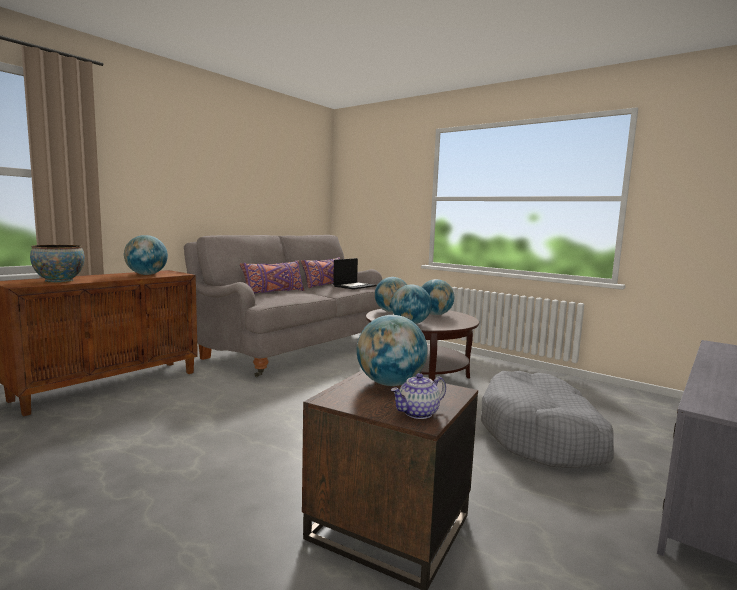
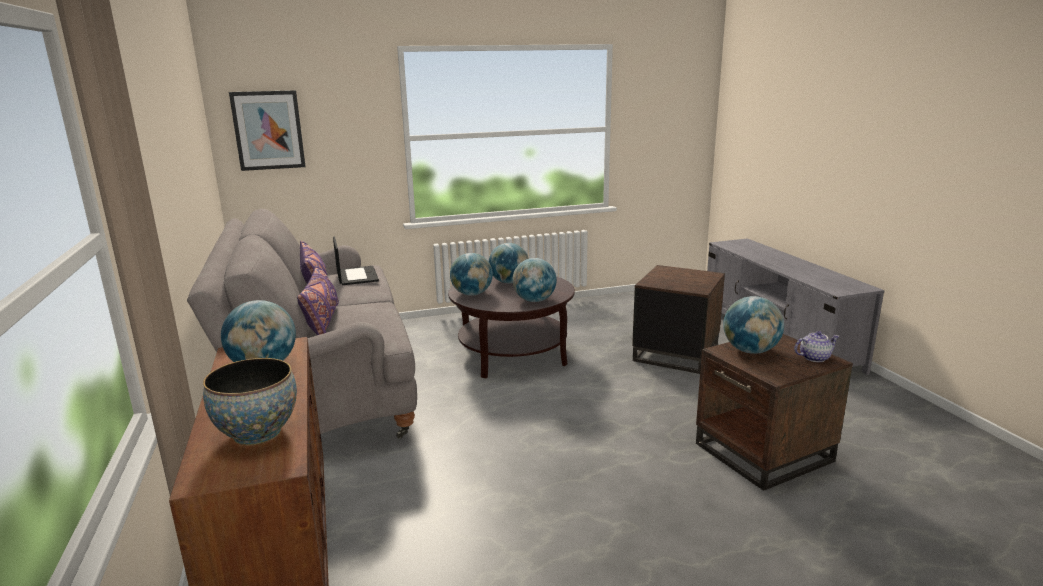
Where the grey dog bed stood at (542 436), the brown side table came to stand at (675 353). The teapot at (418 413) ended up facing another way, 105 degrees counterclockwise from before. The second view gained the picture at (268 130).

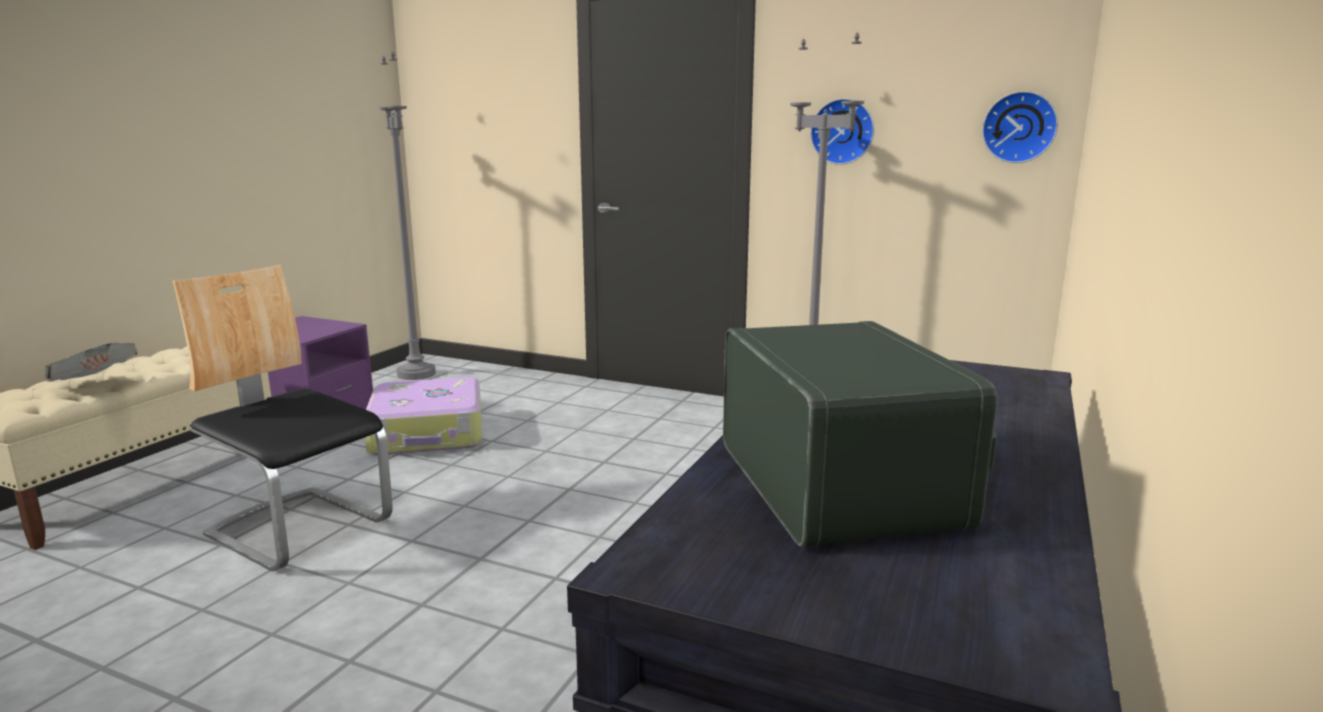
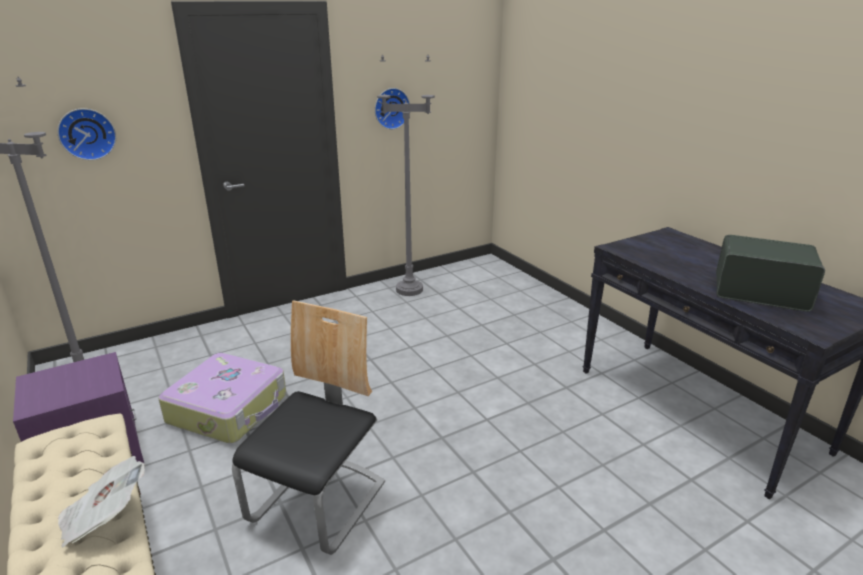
The wall clock ended up elsewhere, having gone from (1019 127) to (87 134). The chair at (300 528) ended up facing another way, 135 degrees clockwise from before.

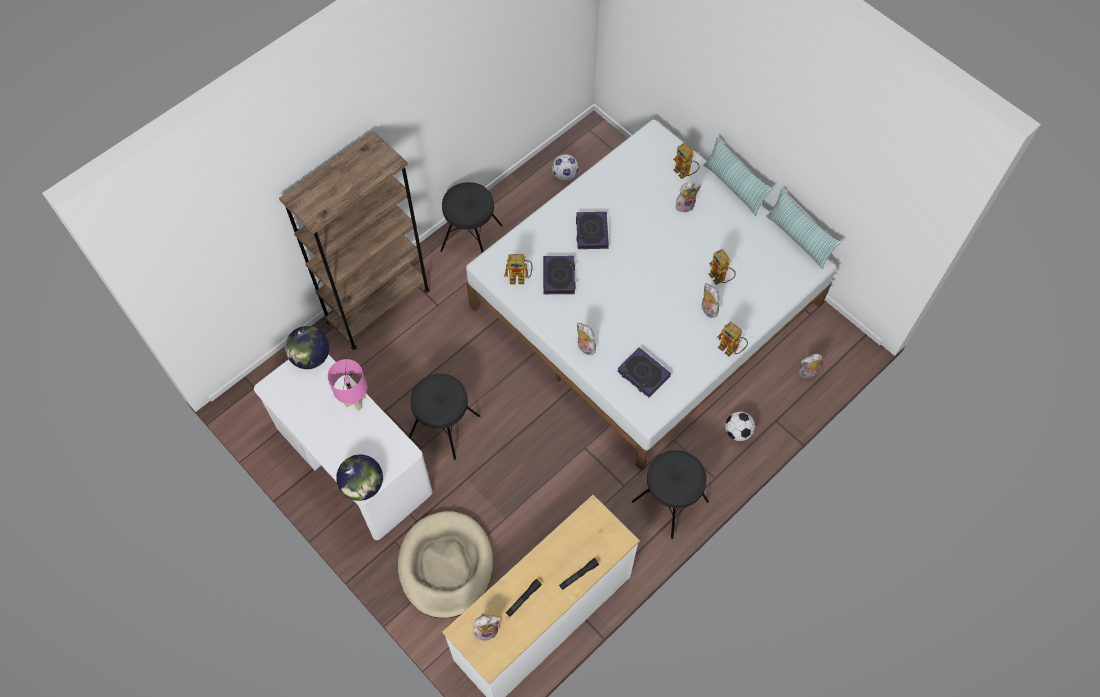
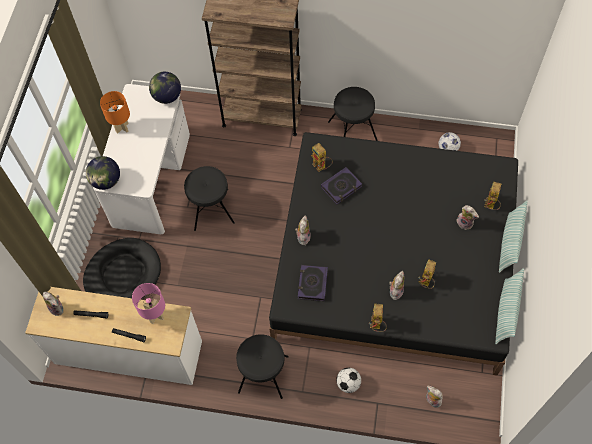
What was the white bed at (646 306) turned into the black bed at (393 263). The second view lost the book at (591 232). The pink table lamp ended up elsewhere, having gone from (355 402) to (155 316). What was the beige dog bed at (446 565) turned into the black dog bed at (123 274). The second view gained the orange table lamp at (122 128).

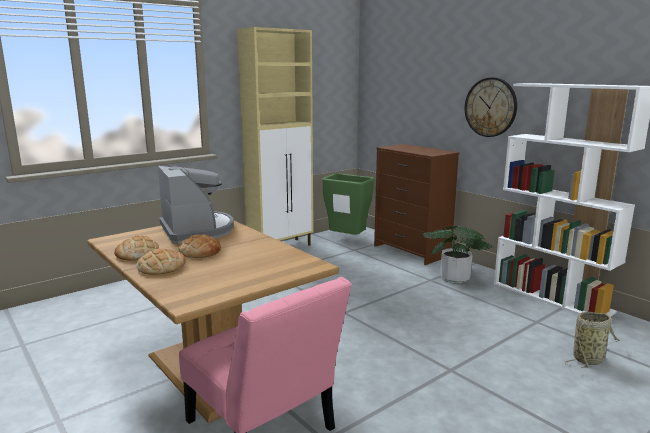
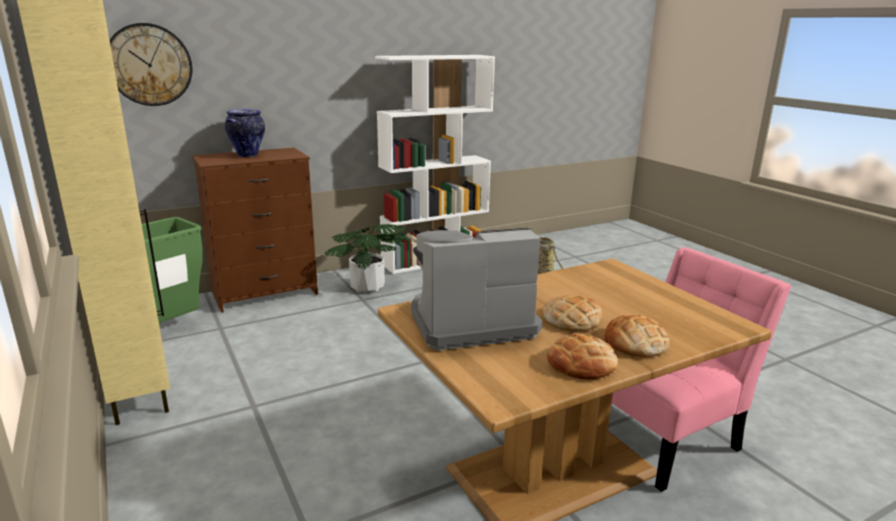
The wall clock ended up elsewhere, having gone from (490 107) to (149 65). The second view gained the vase at (248 155).

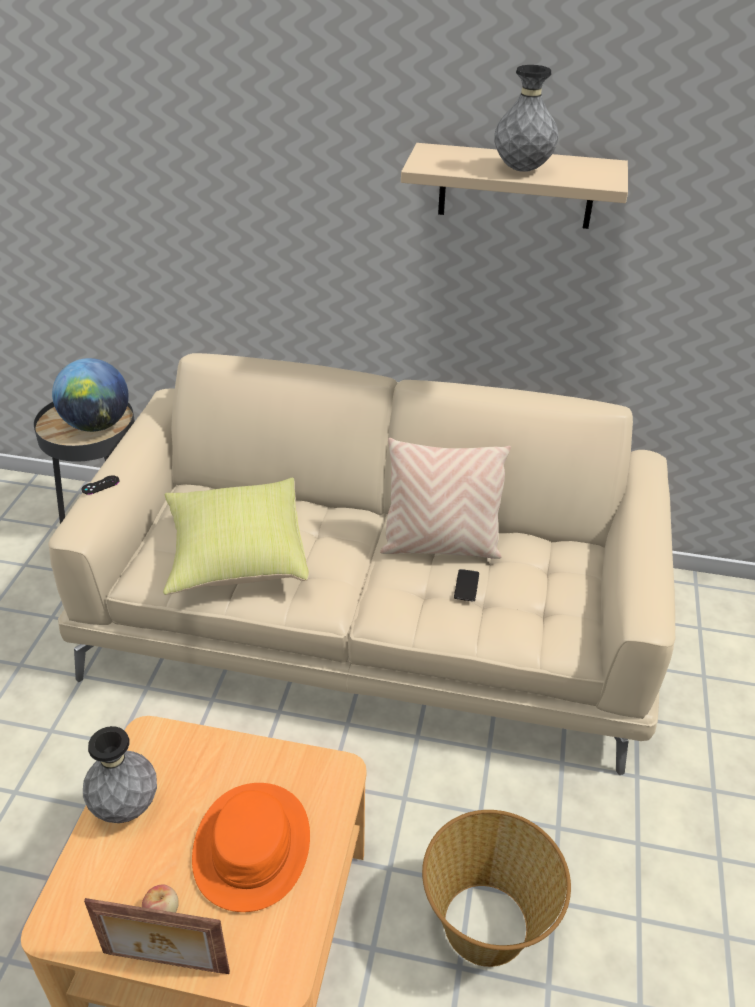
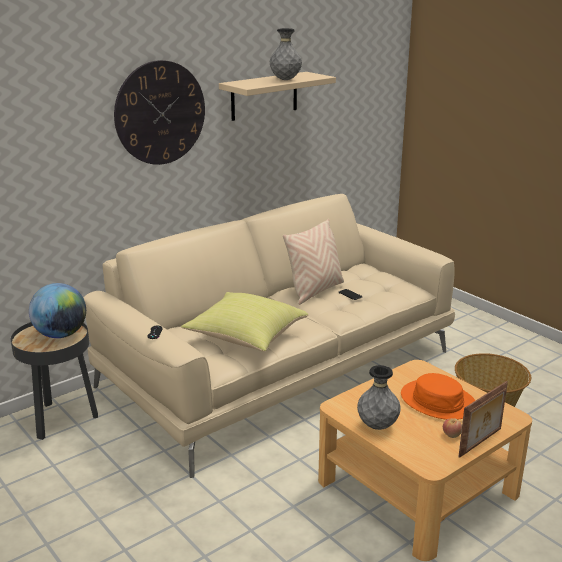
The second view gained the wall clock at (160 113).

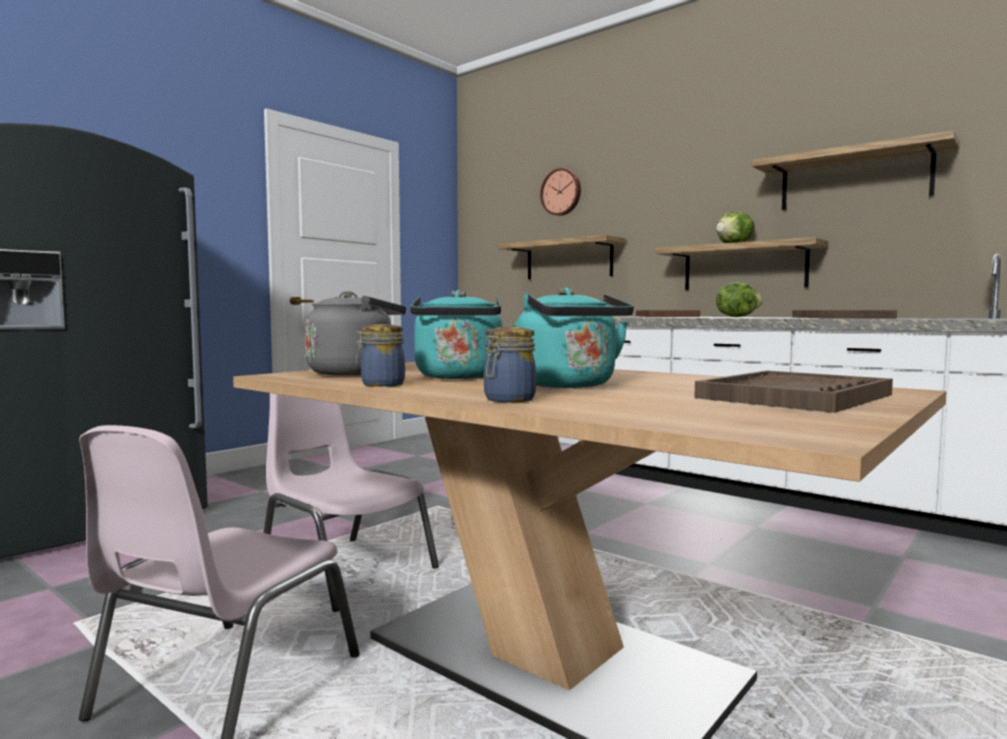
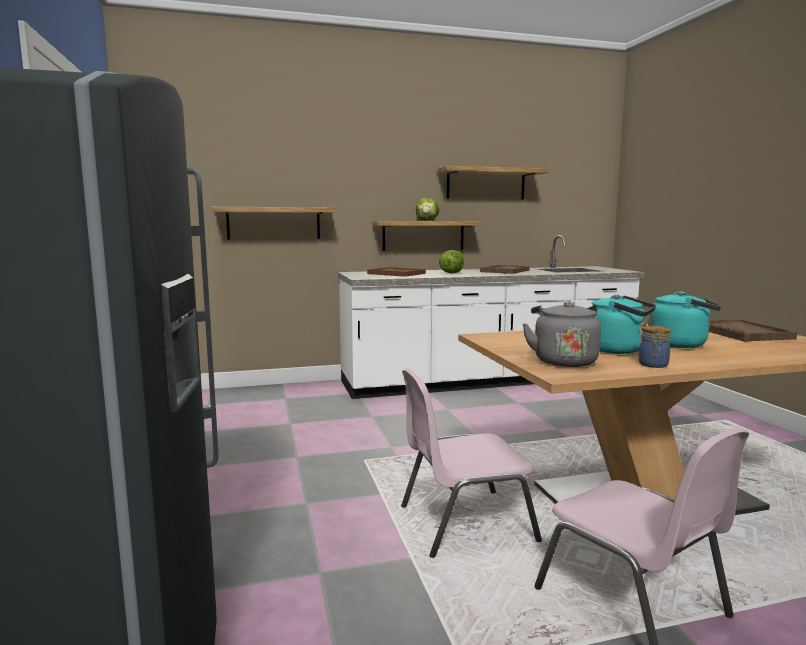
The second view lost the wall clock at (561 192). The second view lost the jar at (508 399).

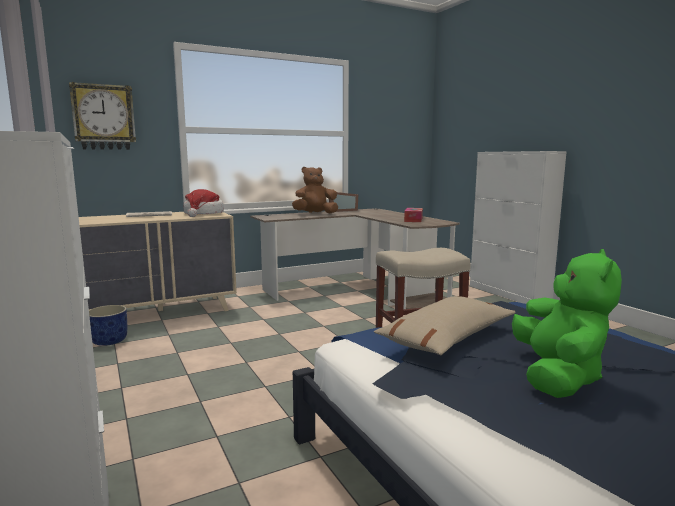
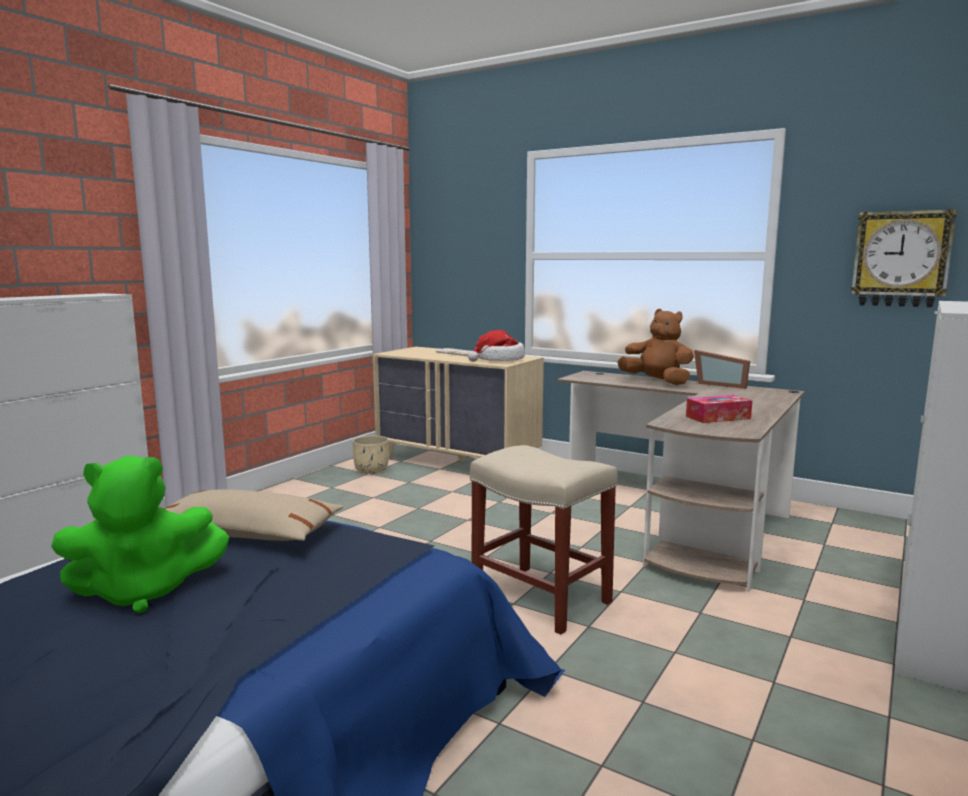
The wall clock ended up elsewhere, having gone from (103 117) to (901 259). What was the blue planter at (109 341) turned into the beige planter at (371 470).

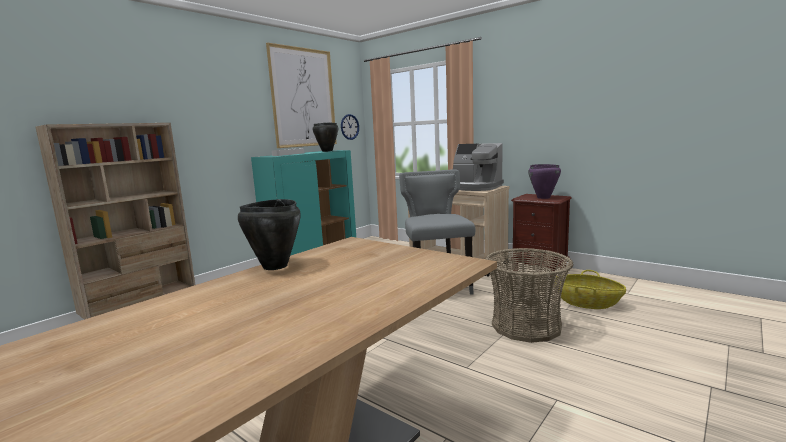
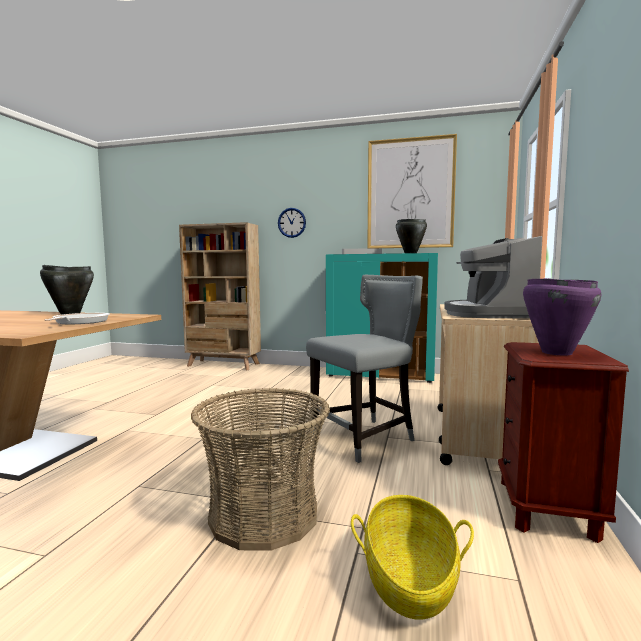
The wall clock ended up elsewhere, having gone from (349 127) to (291 222). The second view gained the frying pan at (79 322).

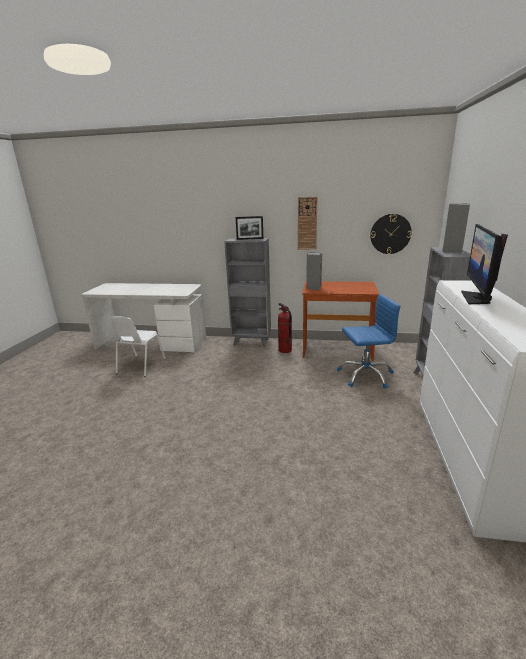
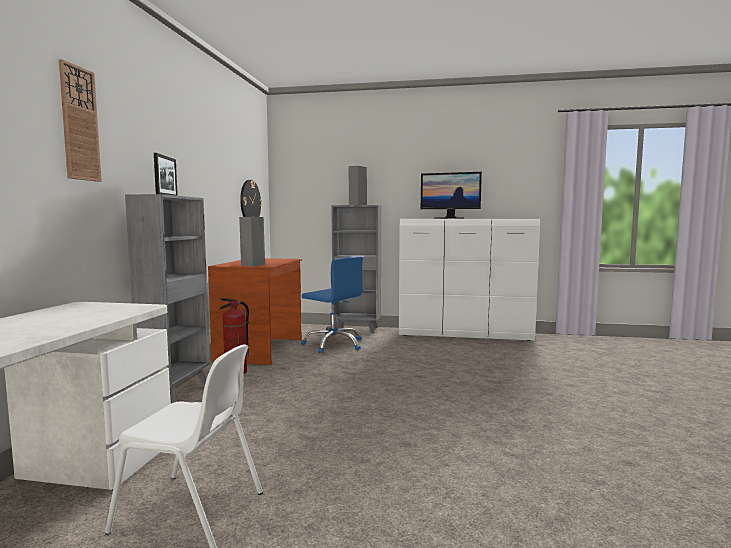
The wall clock ended up elsewhere, having gone from (307 223) to (79 124). The blue office chair at (365 375) ended up facing another way, 135 degrees clockwise from before.

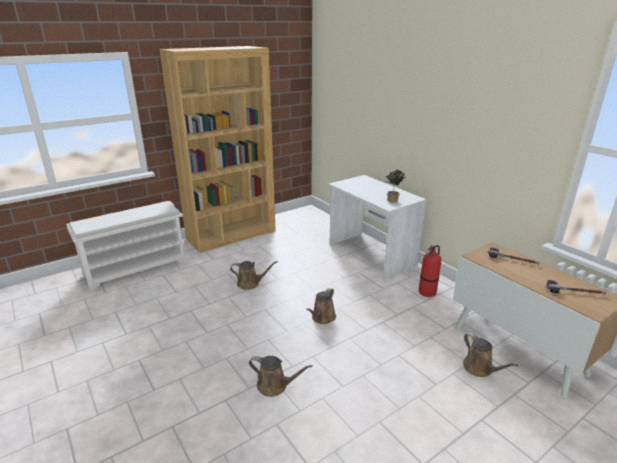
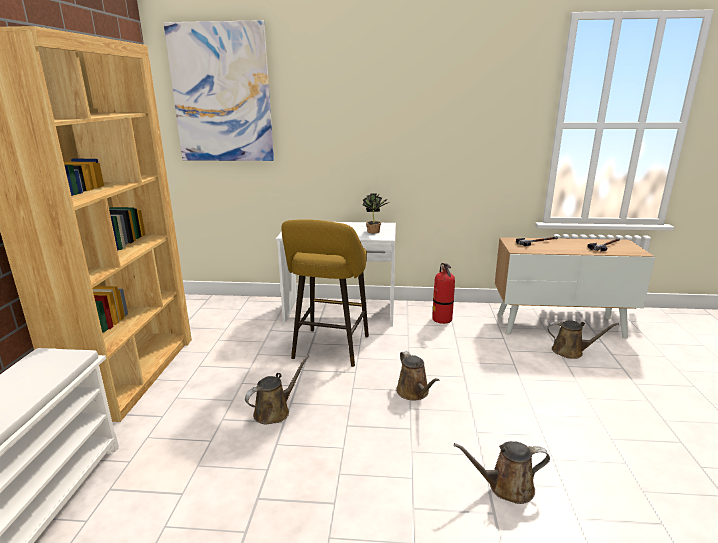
The brown watering can at (275 386) ended up facing another way, 150 degrees counterclockwise from before. The second view gained the picture at (222 94). The second view gained the yellow stool at (329 349).

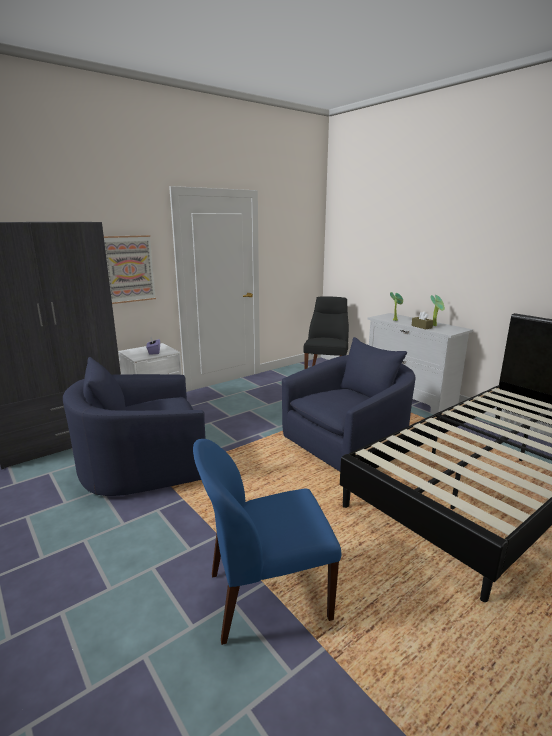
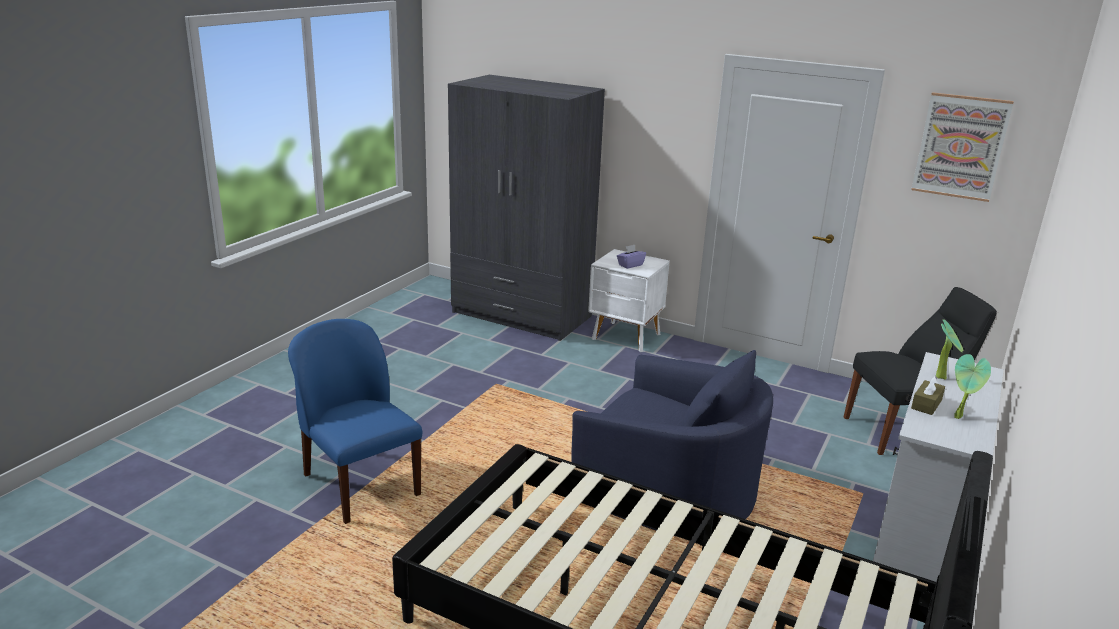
The picture ended up elsewhere, having gone from (129 269) to (960 146). The second view lost the blue armchair at (143 465).

